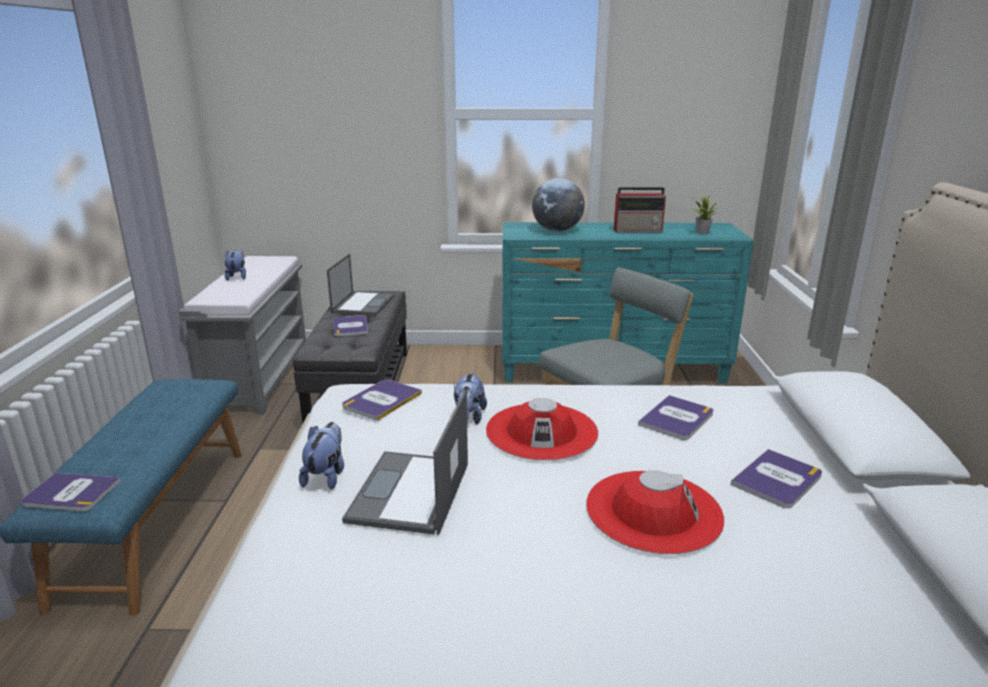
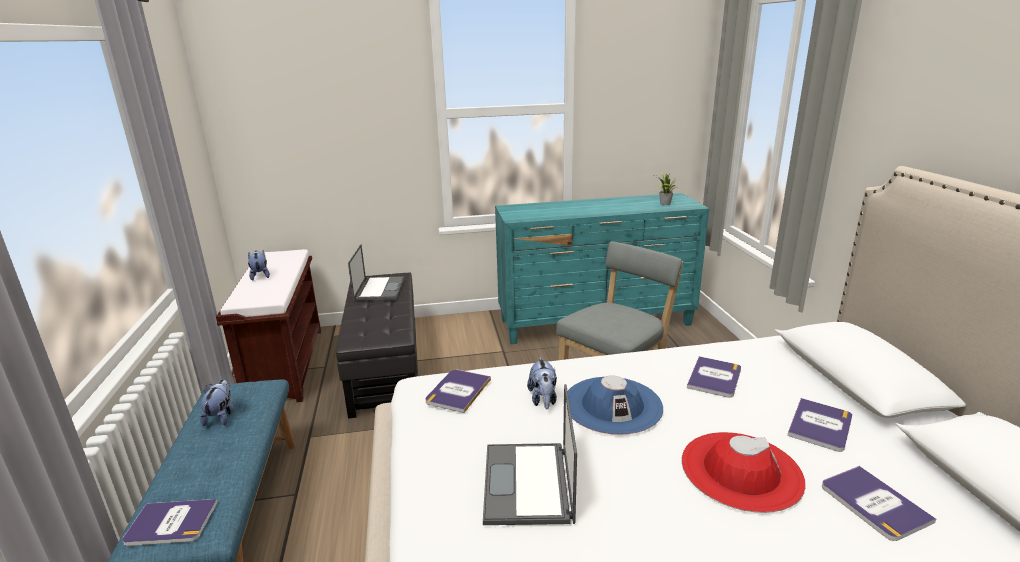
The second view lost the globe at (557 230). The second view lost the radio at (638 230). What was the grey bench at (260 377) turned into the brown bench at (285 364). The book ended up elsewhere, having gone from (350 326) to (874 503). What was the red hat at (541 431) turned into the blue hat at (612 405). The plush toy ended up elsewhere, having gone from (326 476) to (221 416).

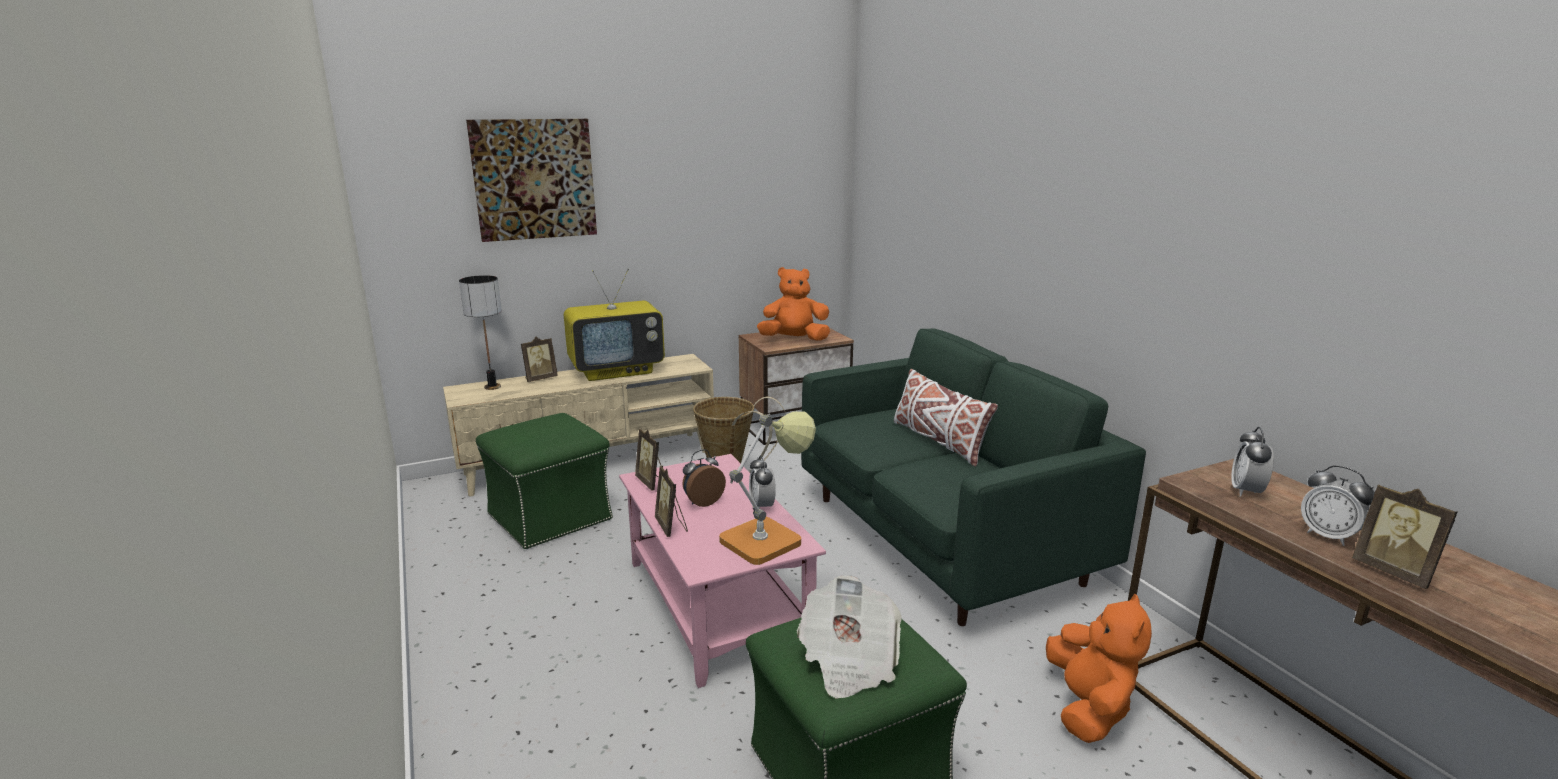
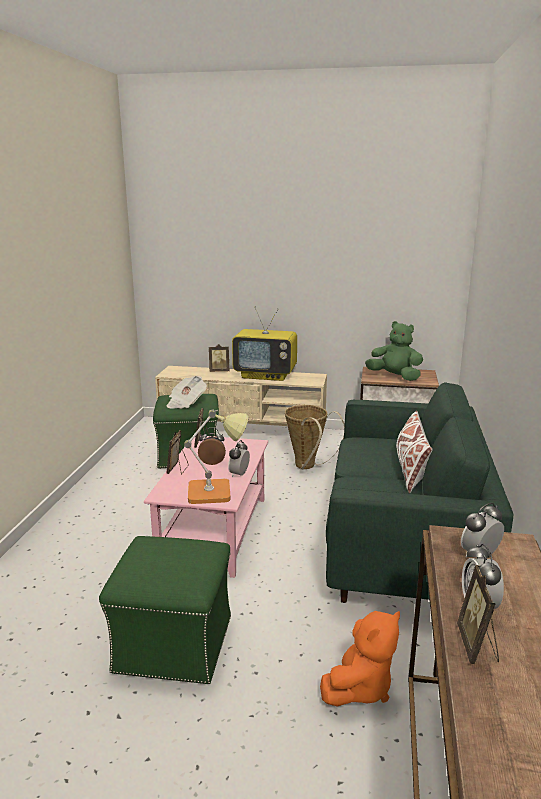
The second view lost the picture at (534 179). What was the orange plush toy at (794 340) turned into the green plush toy at (395 377). The second view lost the table lamp at (492 387). The newspaper ended up elsewhere, having gone from (848 661) to (186 403).

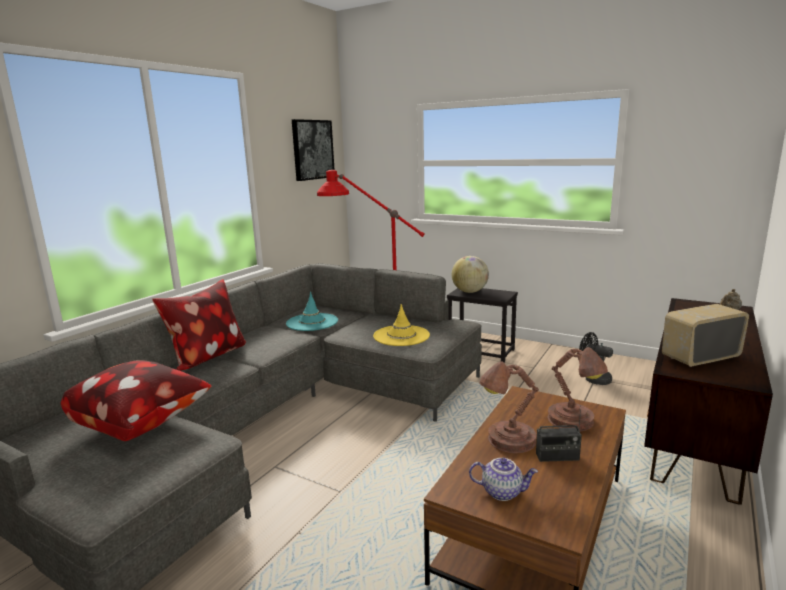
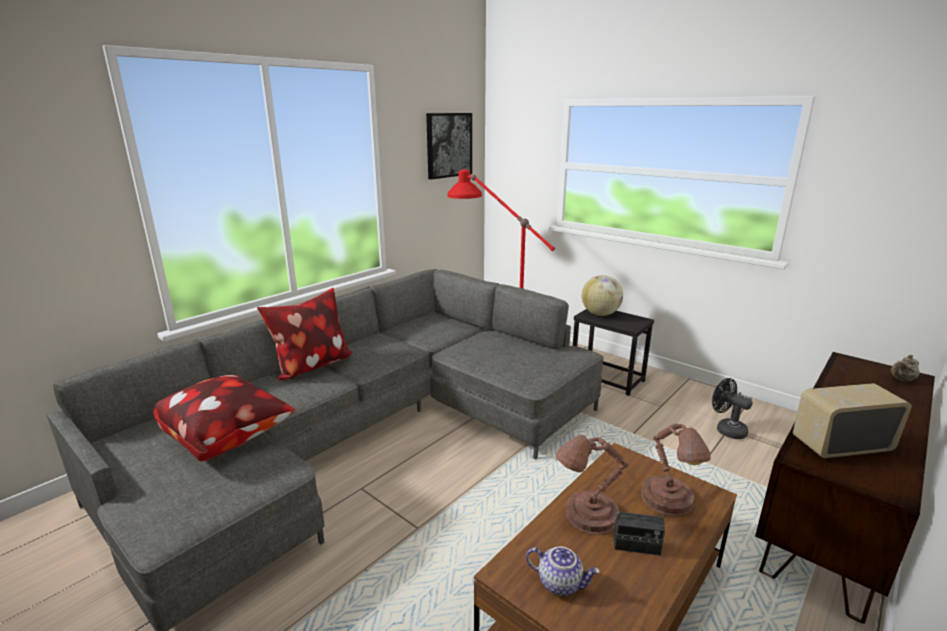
The second view lost the turquoise hat at (312 322). The second view lost the yellow hat at (401 336).

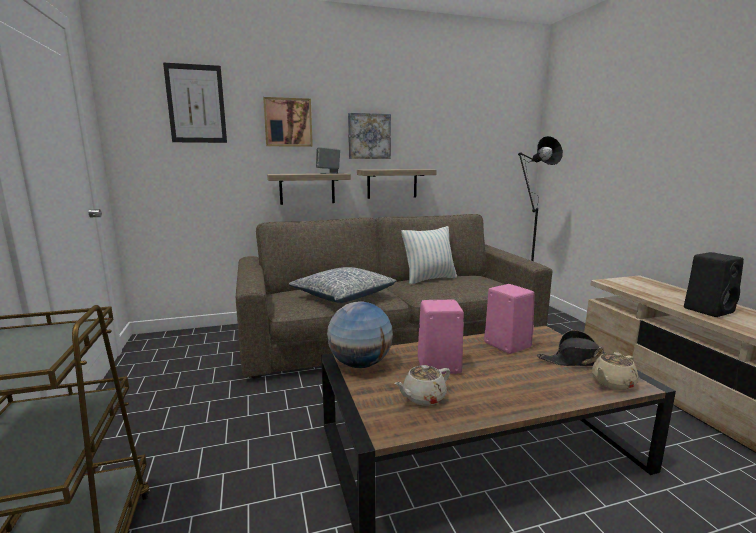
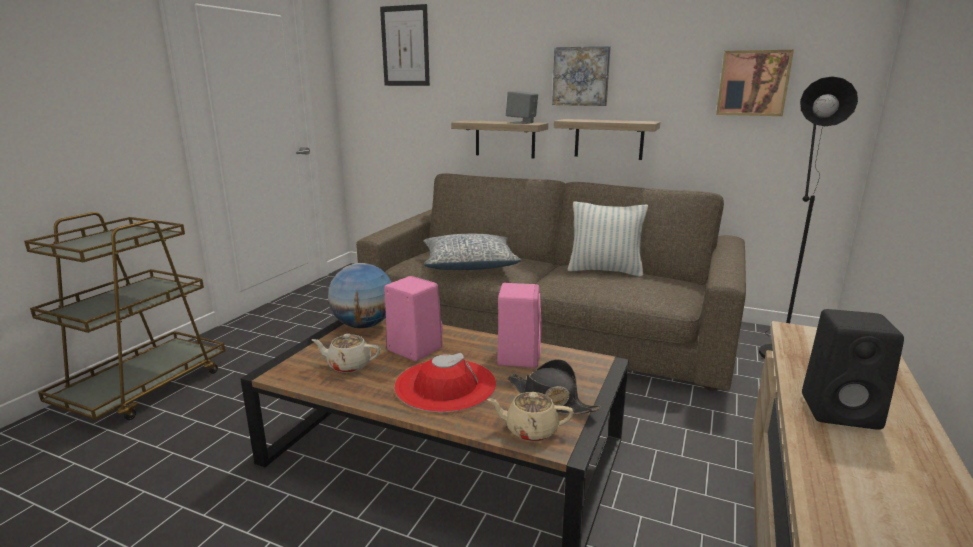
The picture ended up elsewhere, having gone from (288 122) to (753 83). The second view gained the red hat at (445 385).

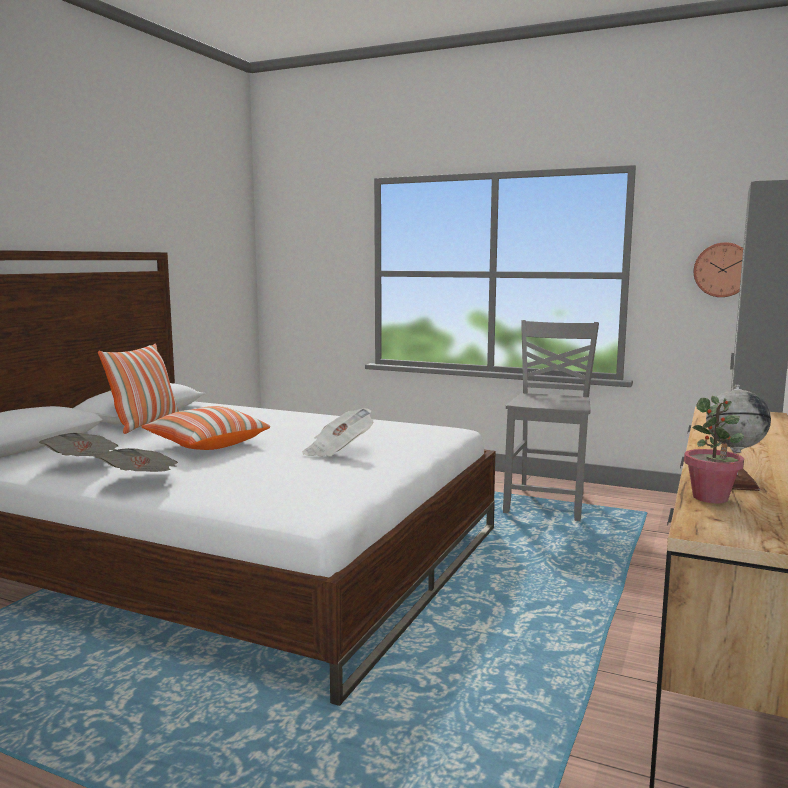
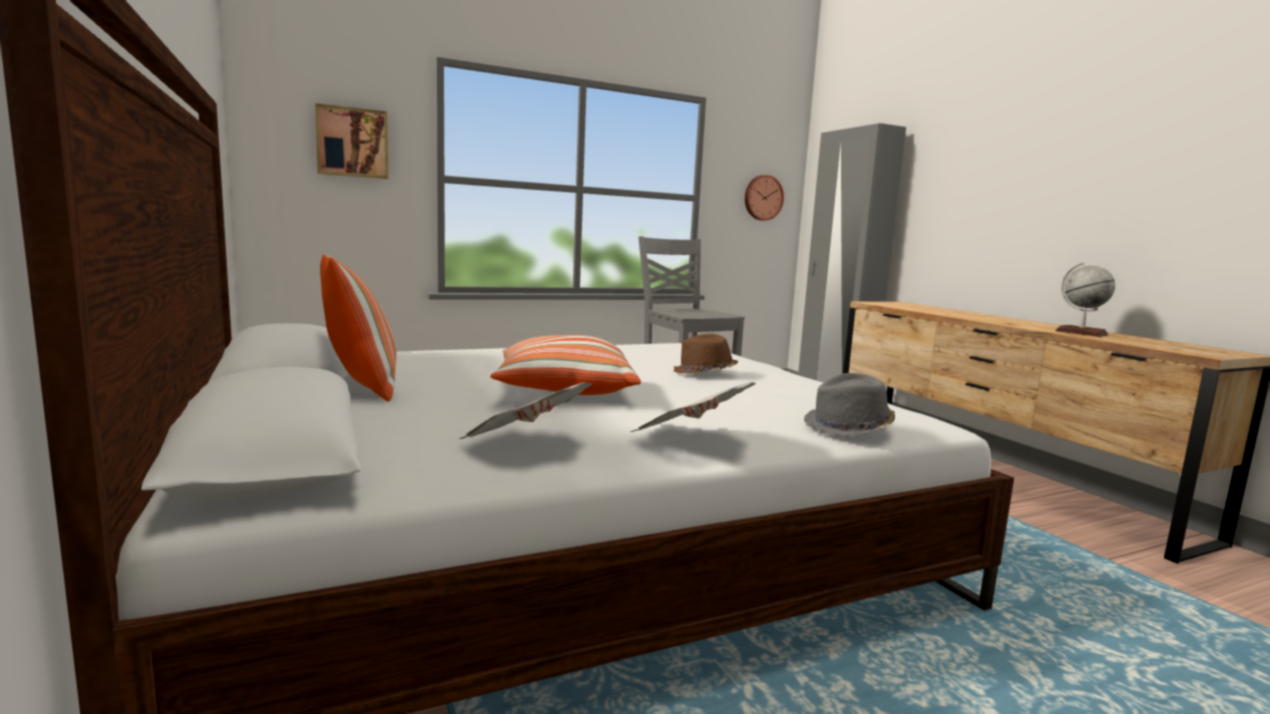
The second view lost the potted plant at (710 498). Where the newspaper stood at (338 451), the brown hat came to stand at (704 373). The second view gained the picture at (352 142). The second view gained the grey hat at (849 427).

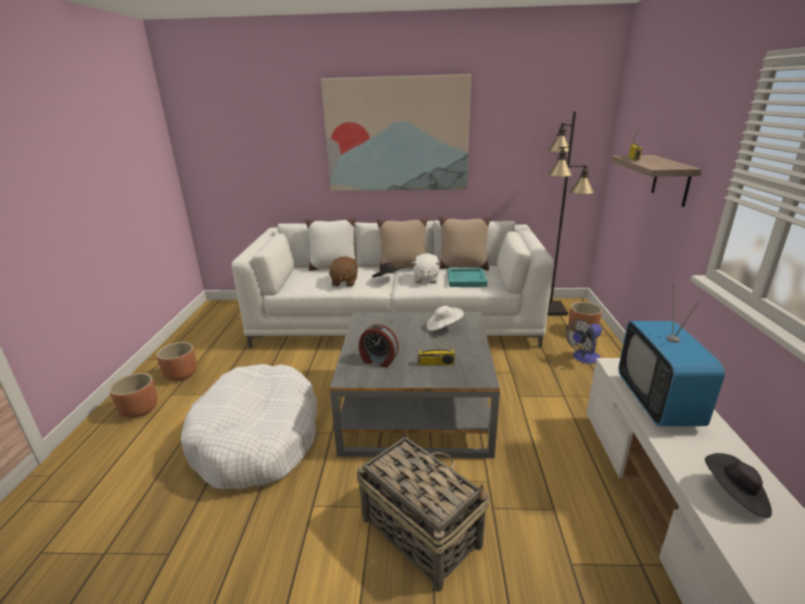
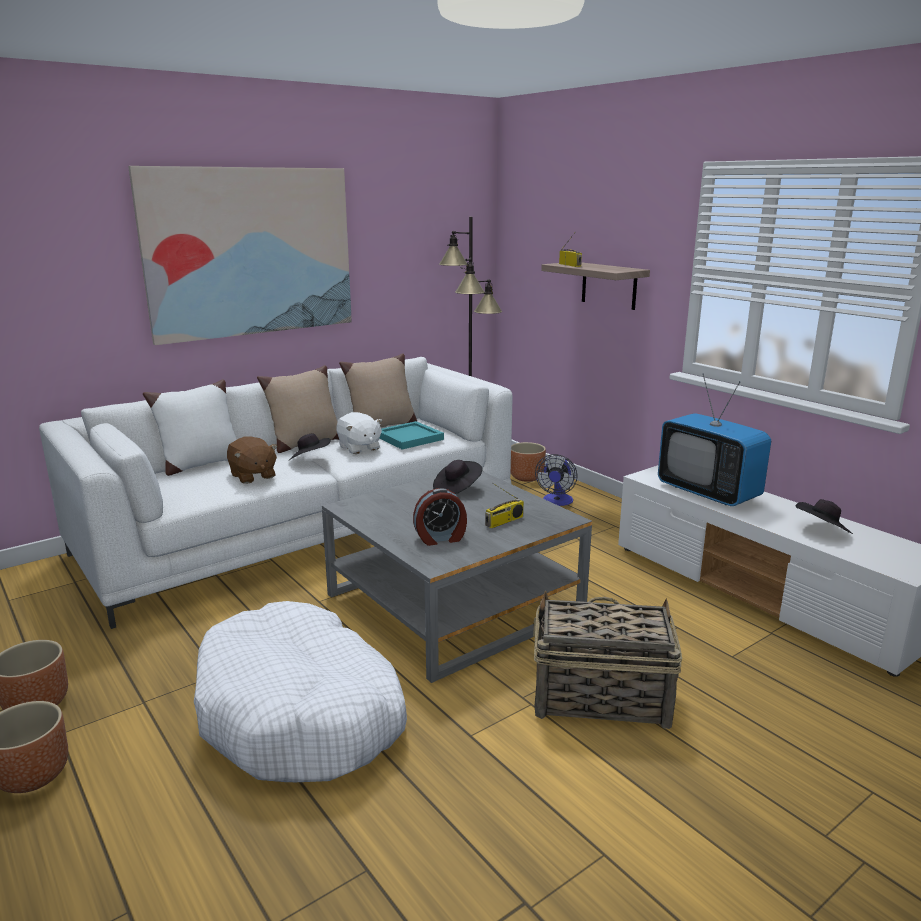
What was the white hat at (443 327) turned into the black hat at (457 489).

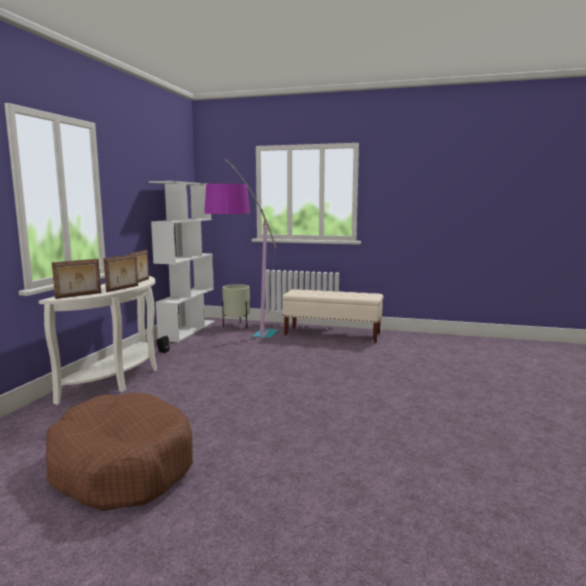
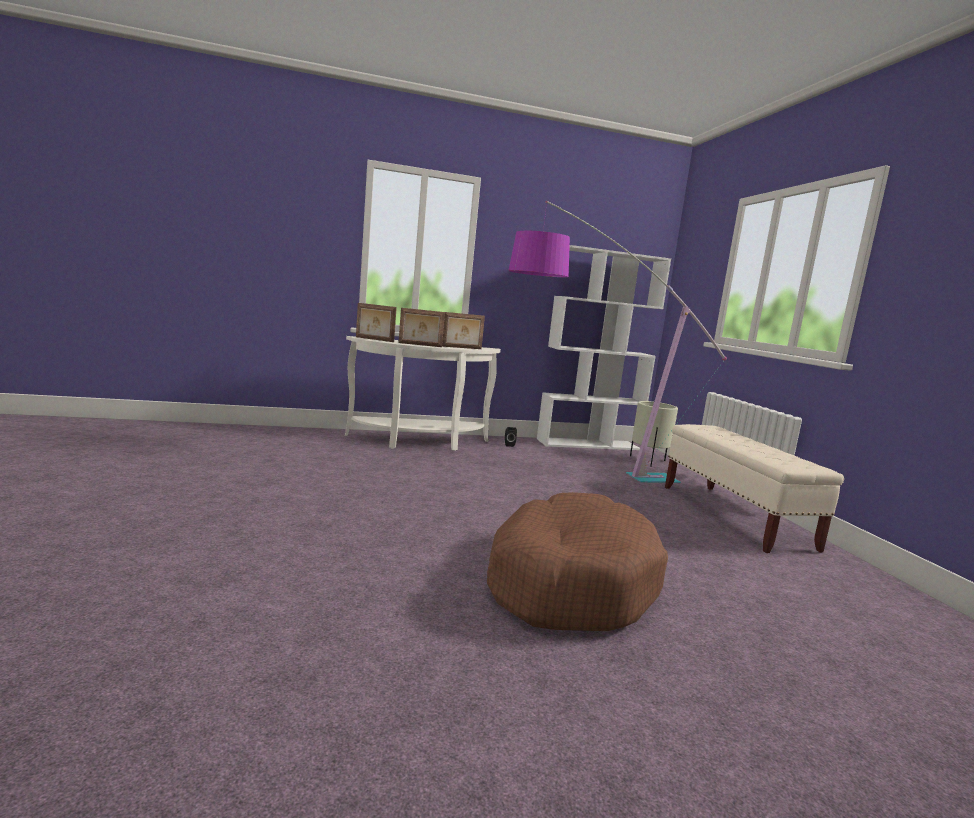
The brown dog bed ended up elsewhere, having gone from (121 466) to (569 581).

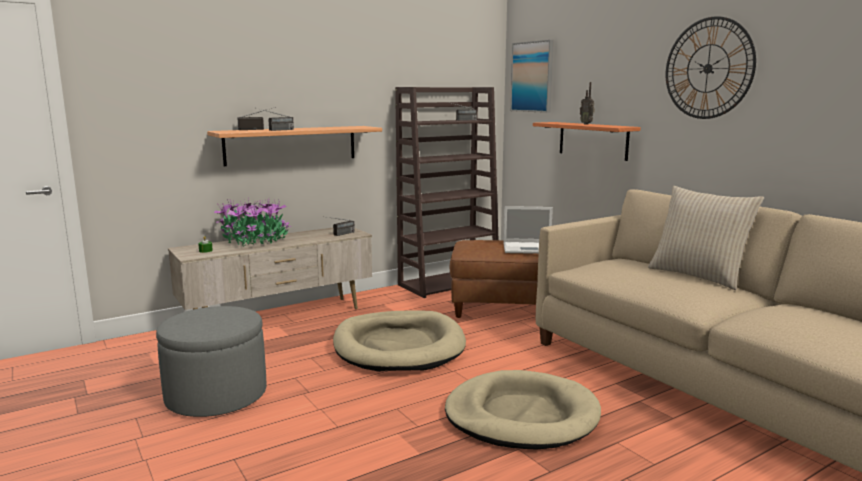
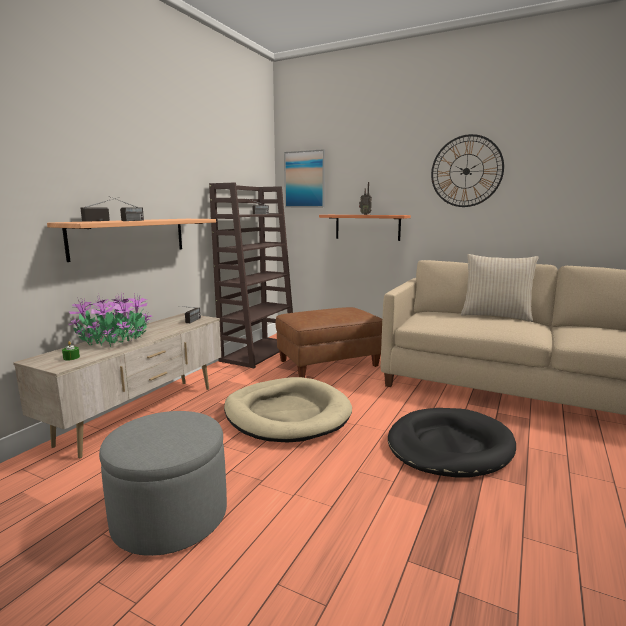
The second view lost the laptop at (529 248). What was the beige dog bed at (521 416) turned into the black dog bed at (449 446).

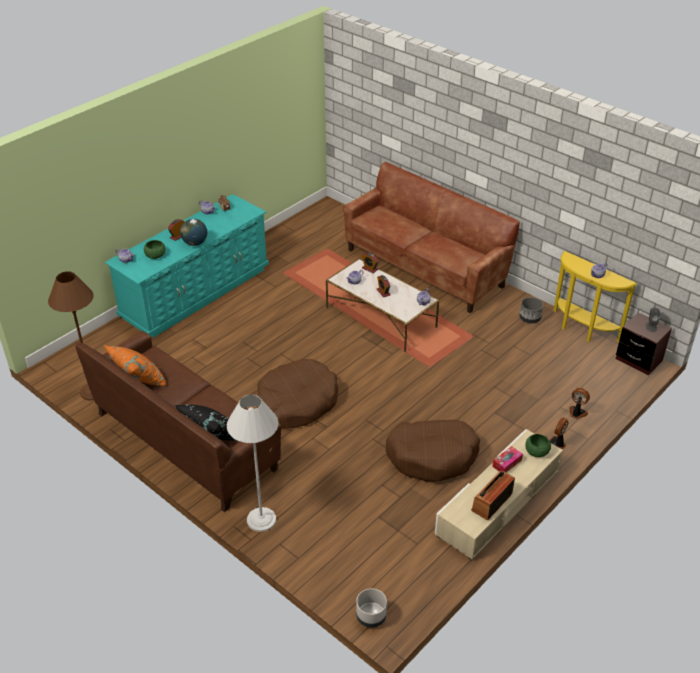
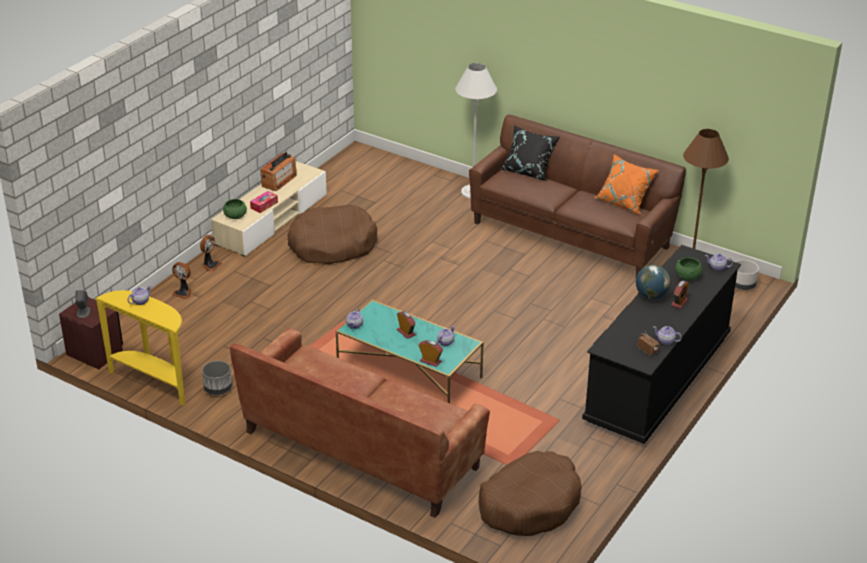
What was the turquoise dresser at (196 293) turned into the black dresser at (657 379). What was the white coffee table at (381 317) turned into the turquoise coffee table at (409 372). The brown dog bed ended up elsewhere, having gone from (296 402) to (529 504). The grey planter ended up elsewhere, having gone from (371 617) to (742 285).

